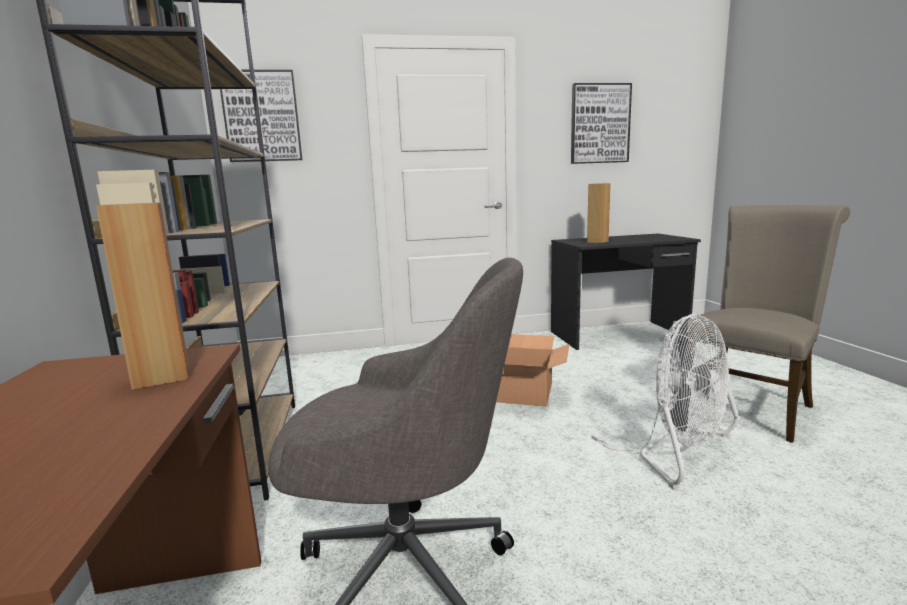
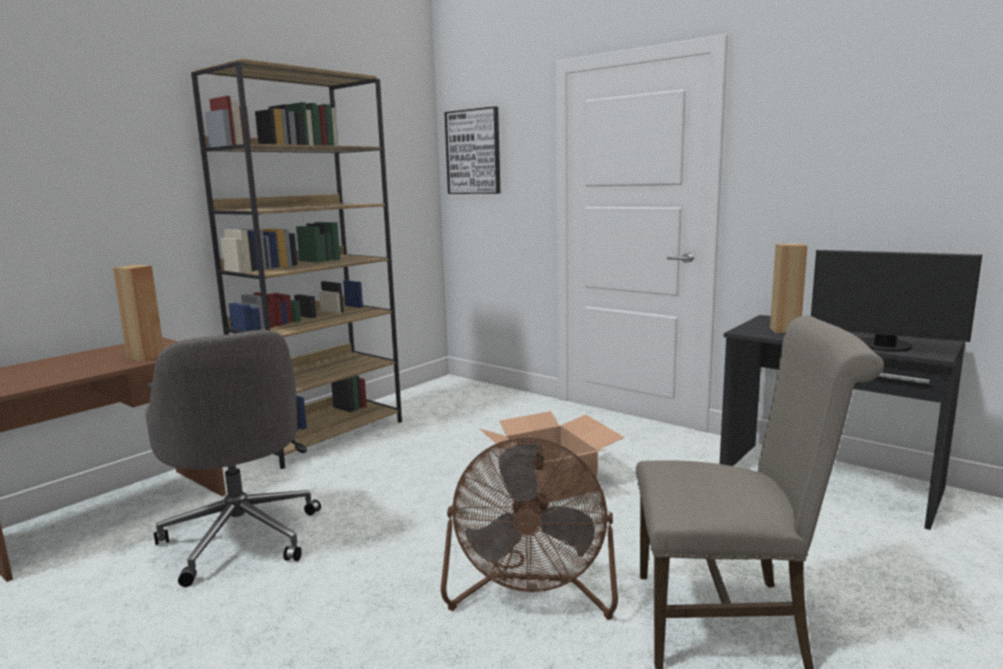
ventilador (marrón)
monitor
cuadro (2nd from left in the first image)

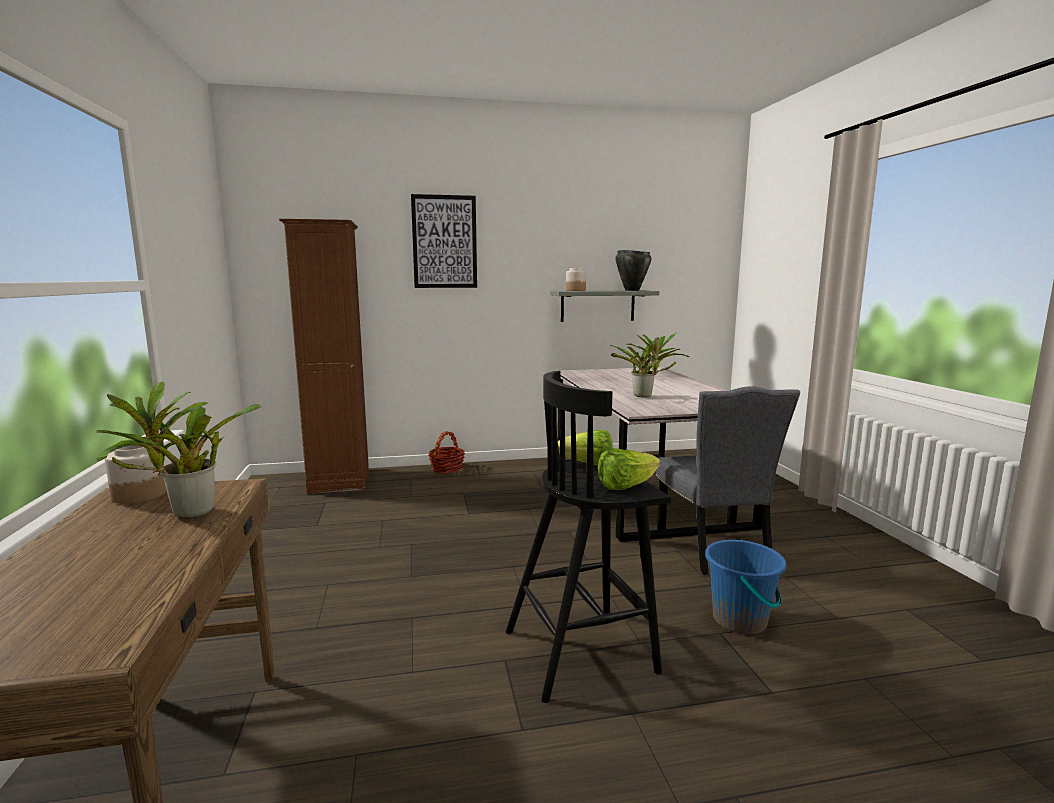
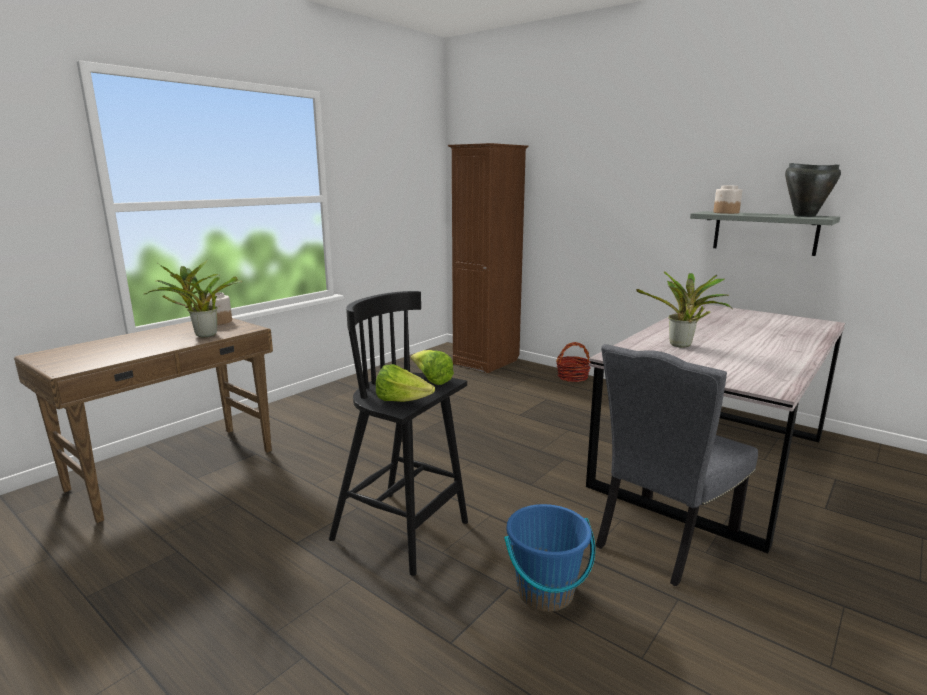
cuadro

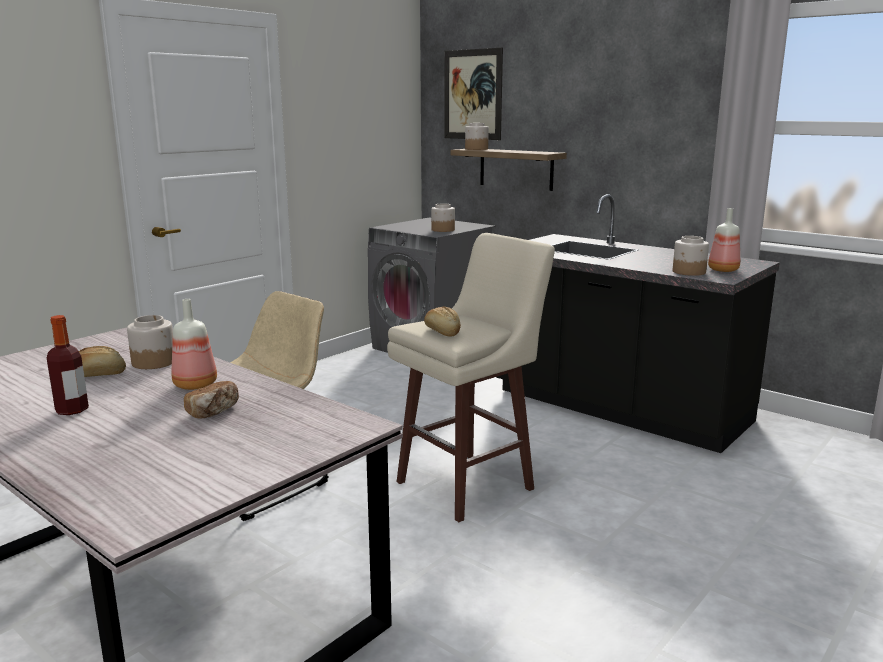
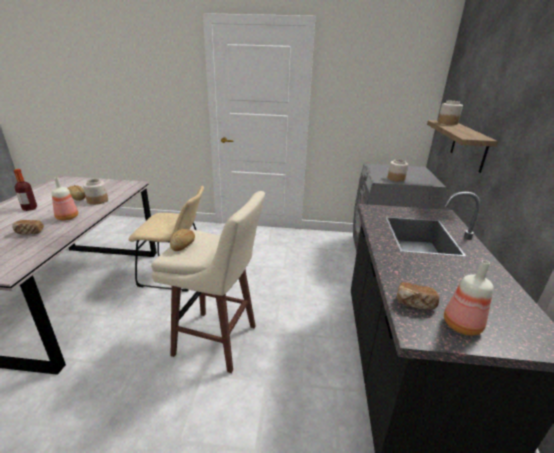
pan (4th from left)
cuadro

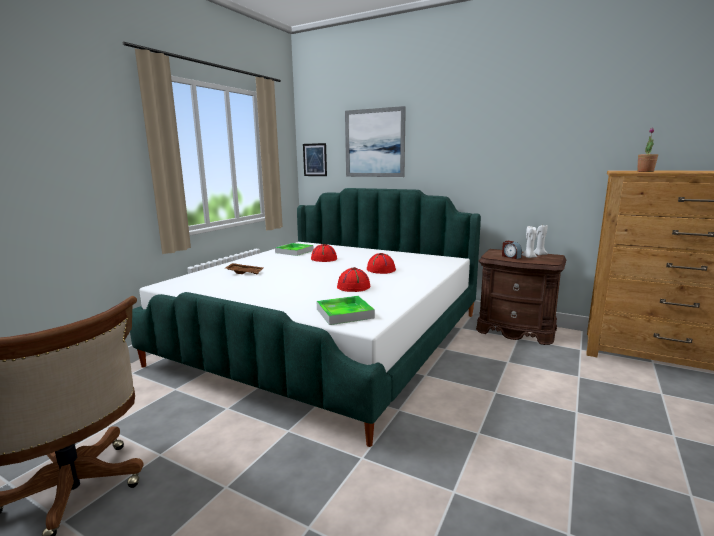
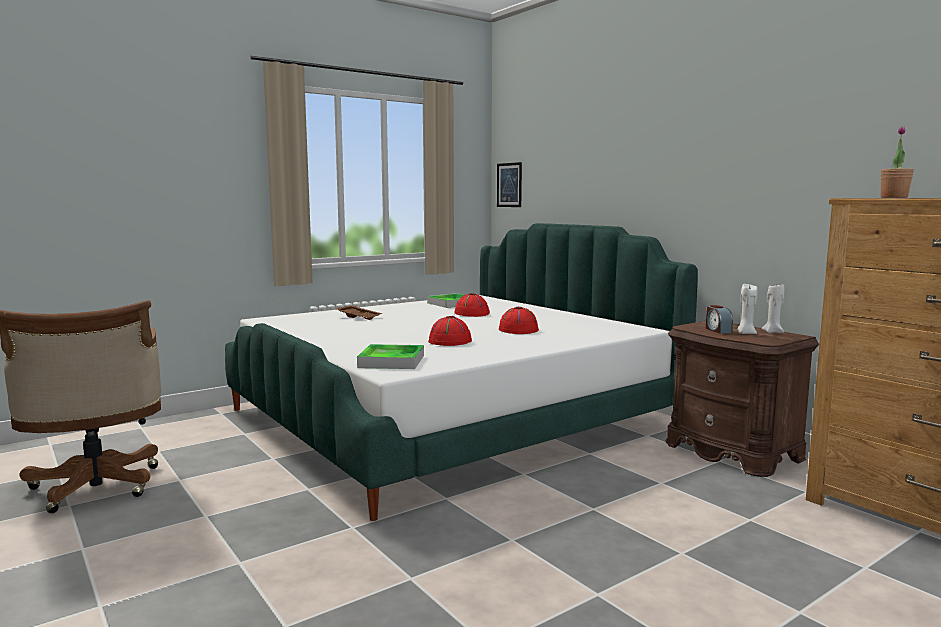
cuadro (2nd from left in the first image)

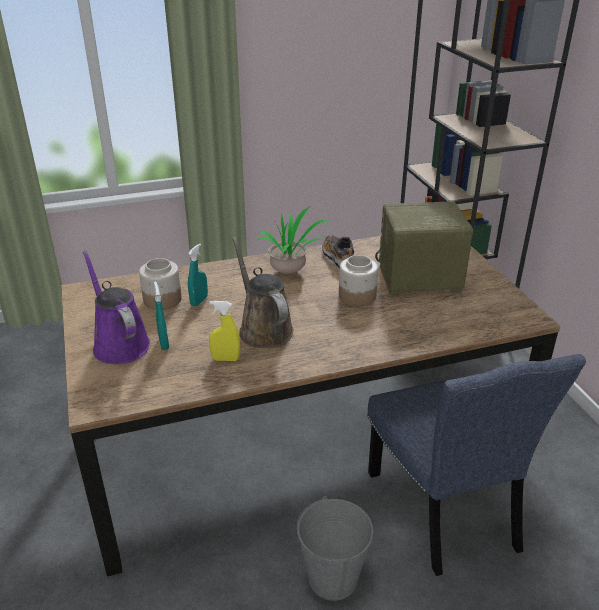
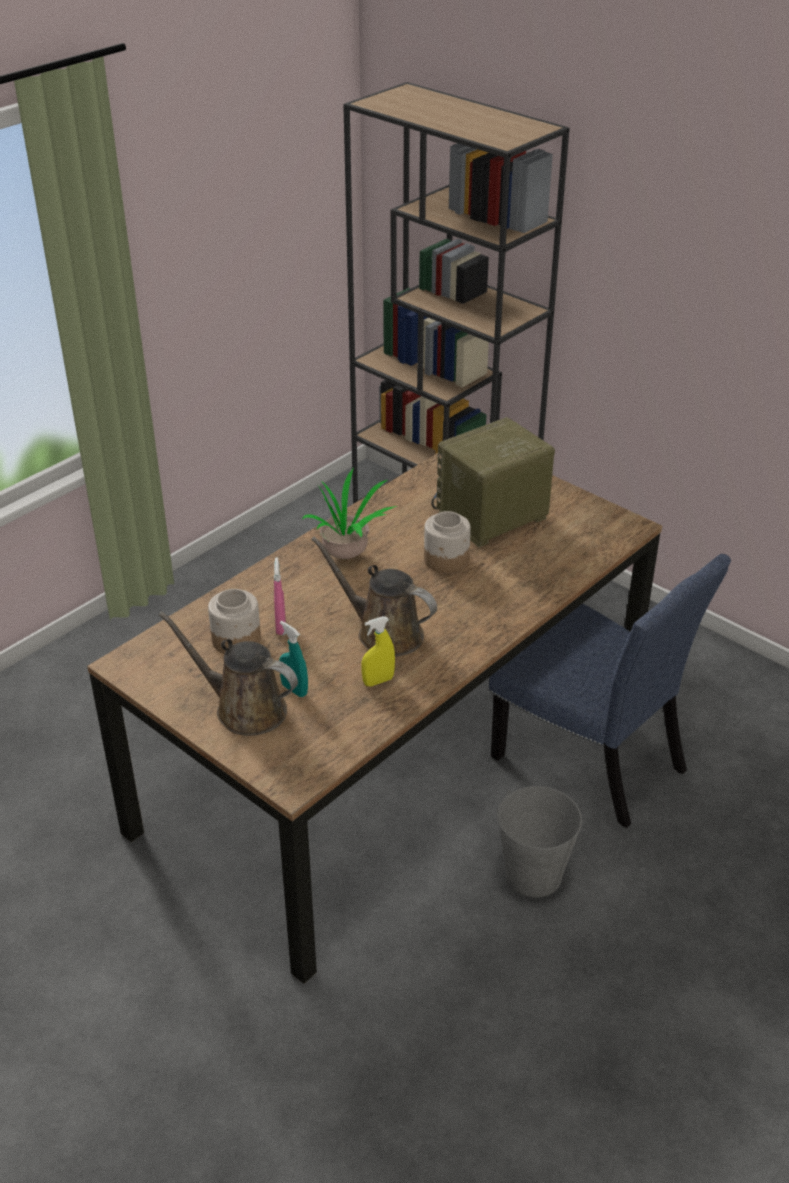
regadera (marrón) (1st from left)
pulverizador (rosa)
zapato

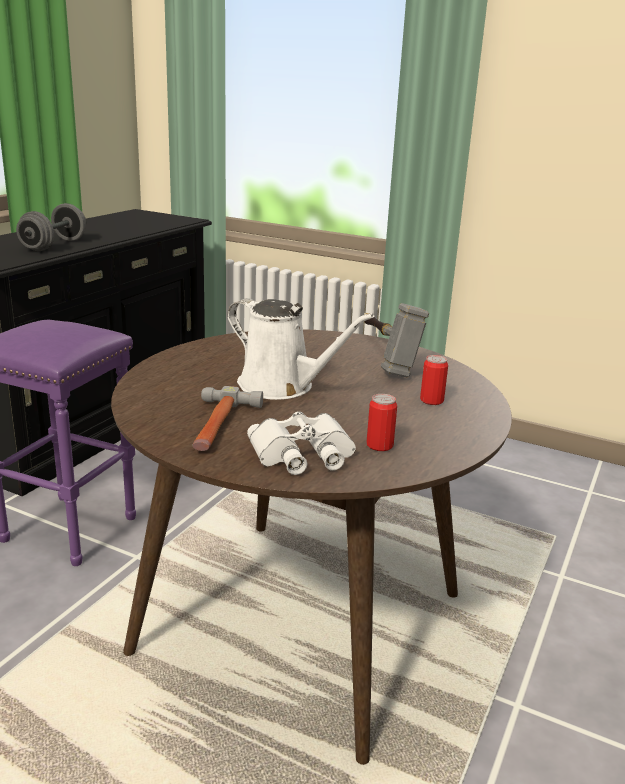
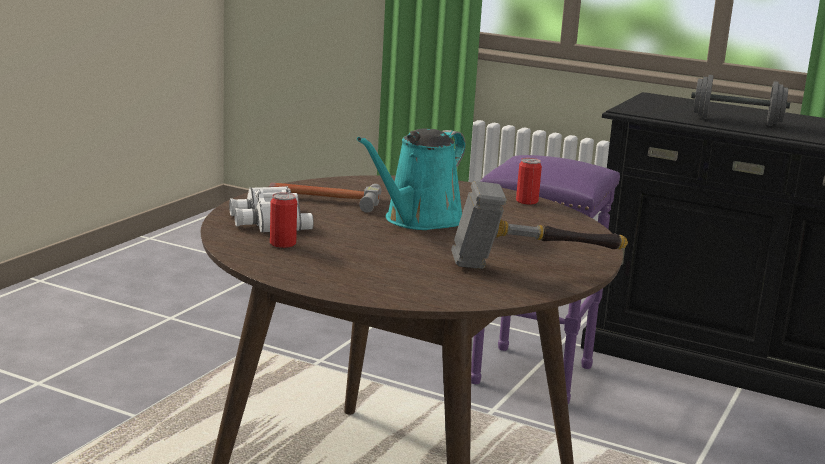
regadera (turquesa)
lata (2nd from left)

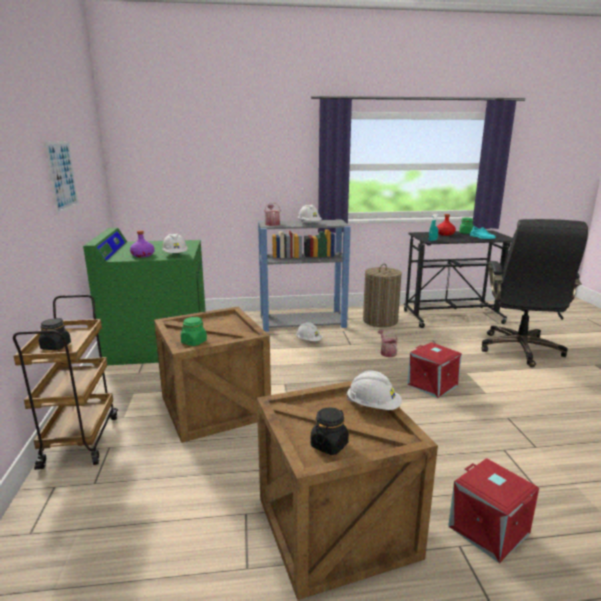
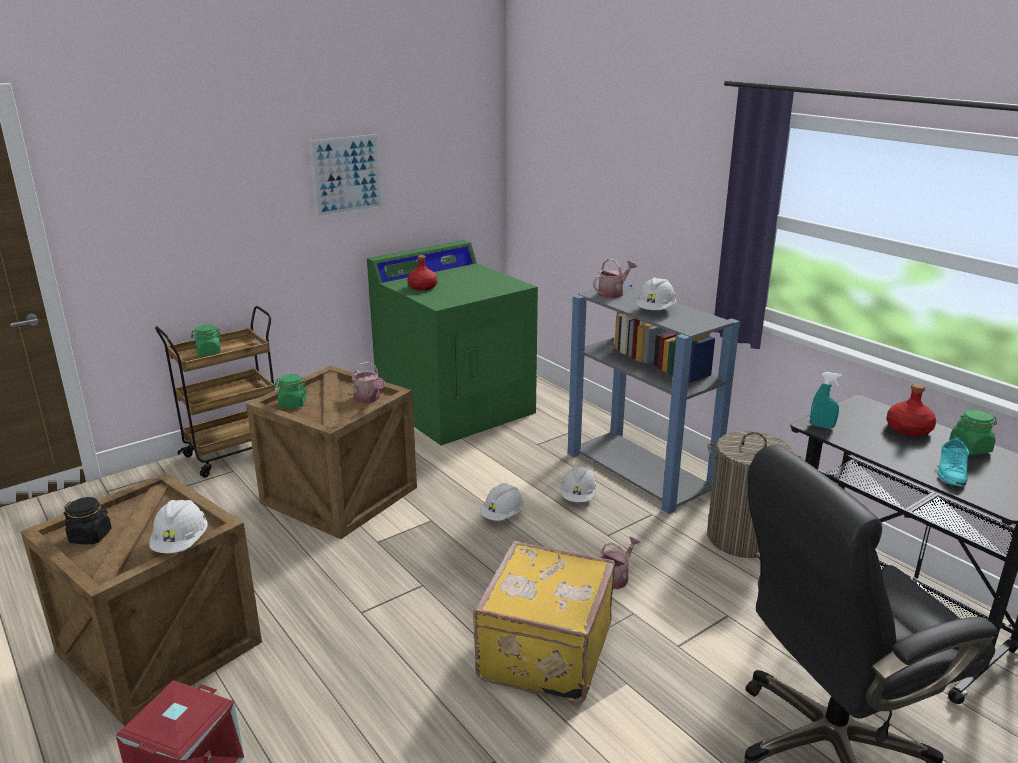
tarro (verde) (1st from left)
regadera (1st from left)
botella (rojo) (1st from left)
maleta (amarillo)
casco (blanco) (2nd from left)

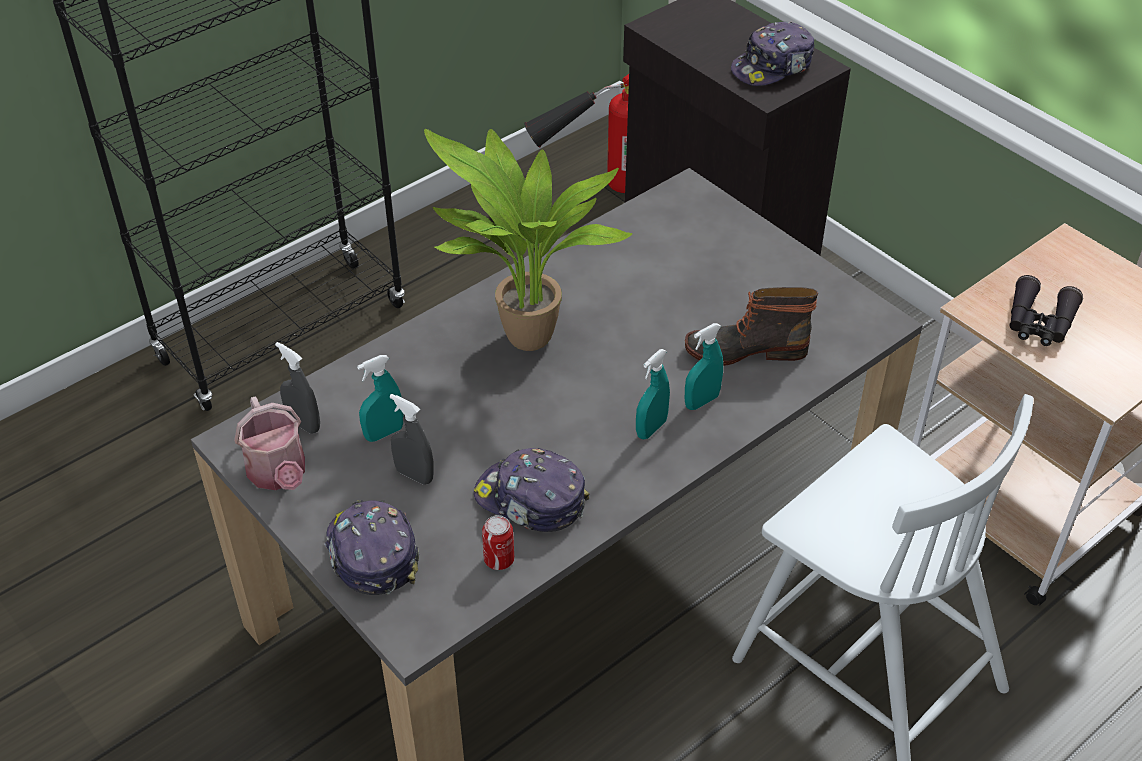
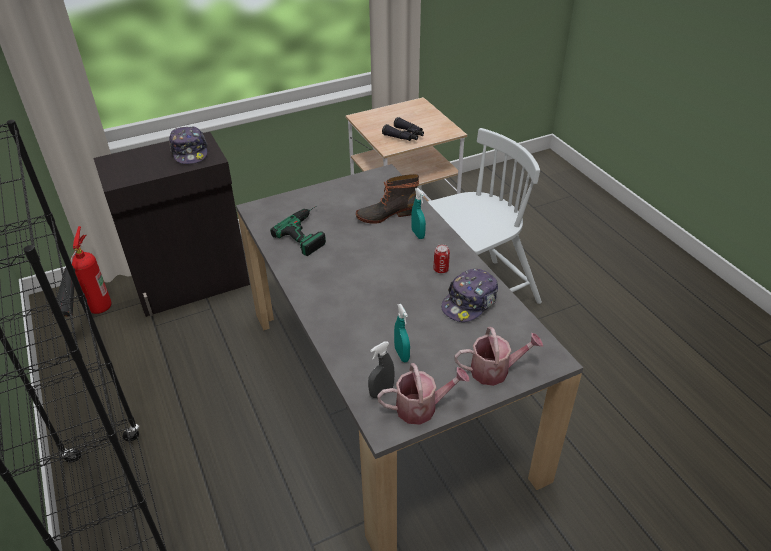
taladro
bota
lata
regadera (2nd from left)
pulverizador (gris) (2nd from left in the first image)
planta en maceta
pulverizador (turquesa) (2nd from left in the first image)

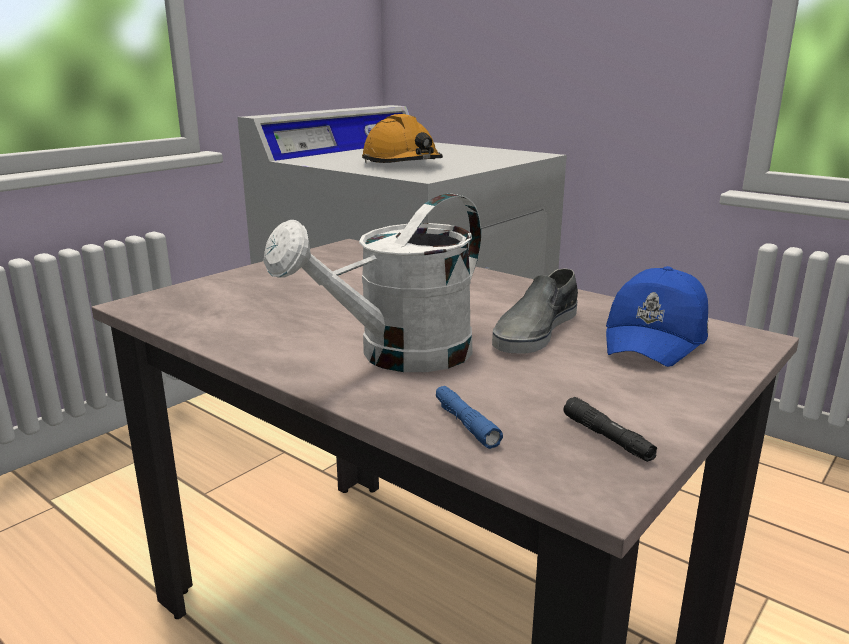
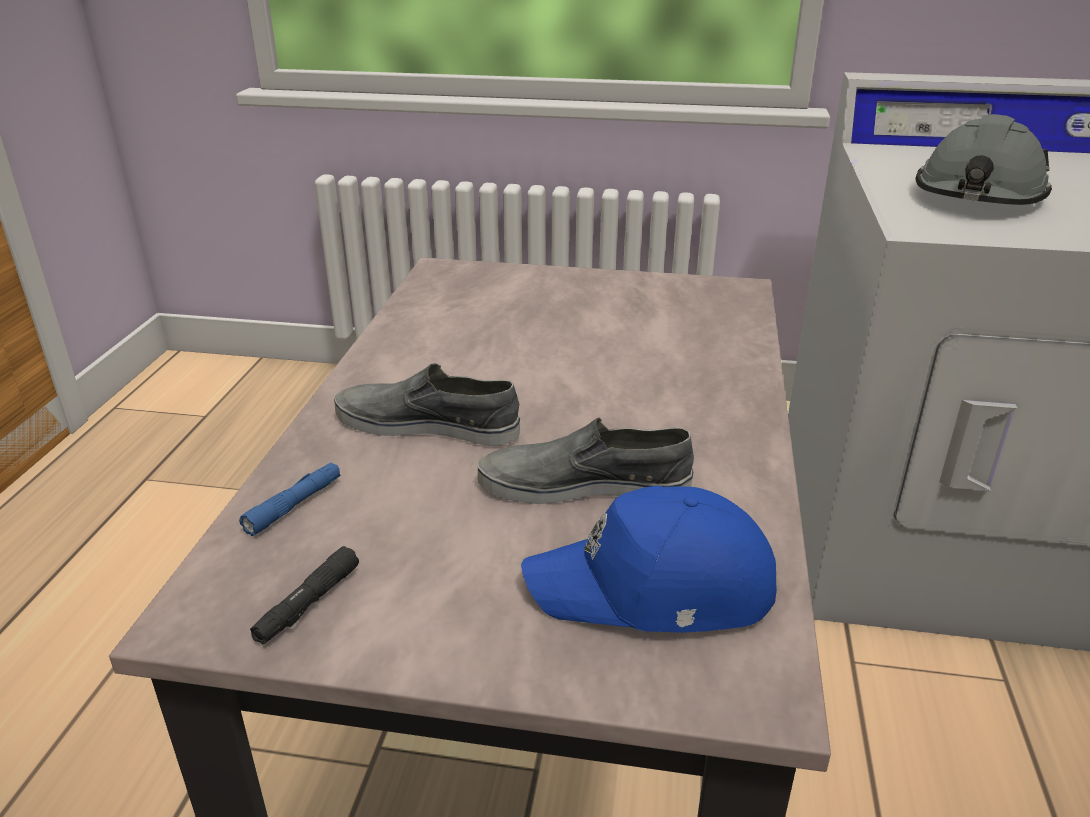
zapato (gris) (1st from left)
casco (gris)

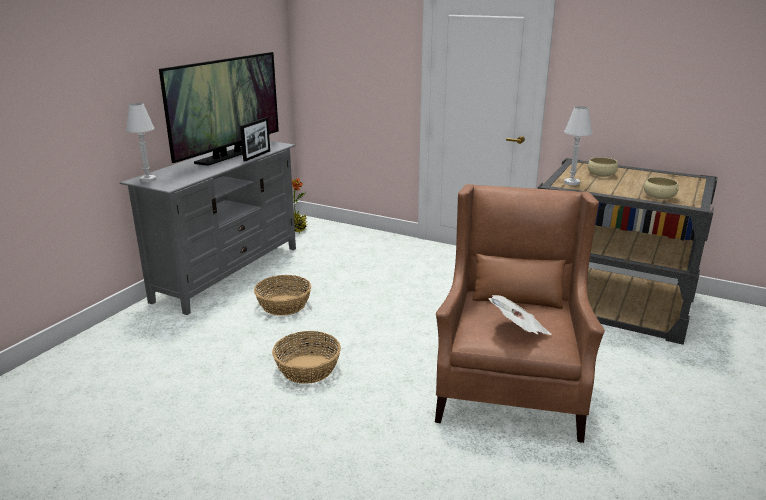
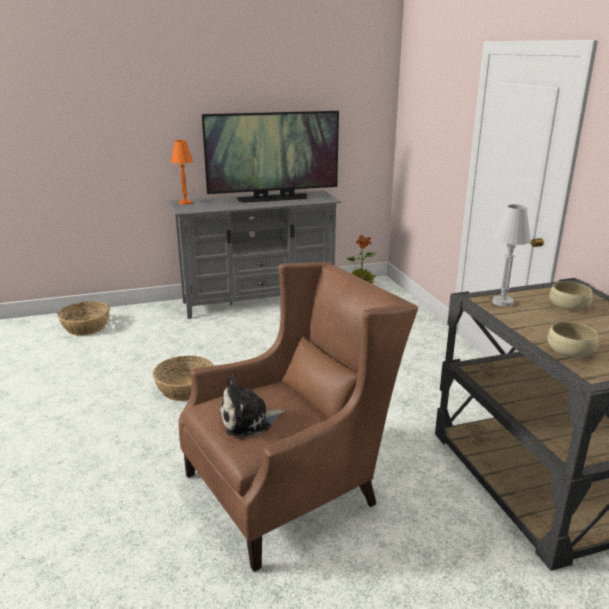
cesta (1st from left)
lámpara de mesa (naranja)
peluche
portarretratos

